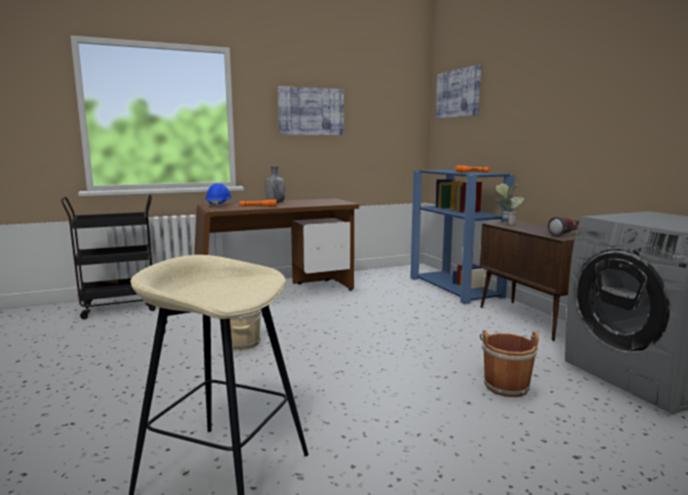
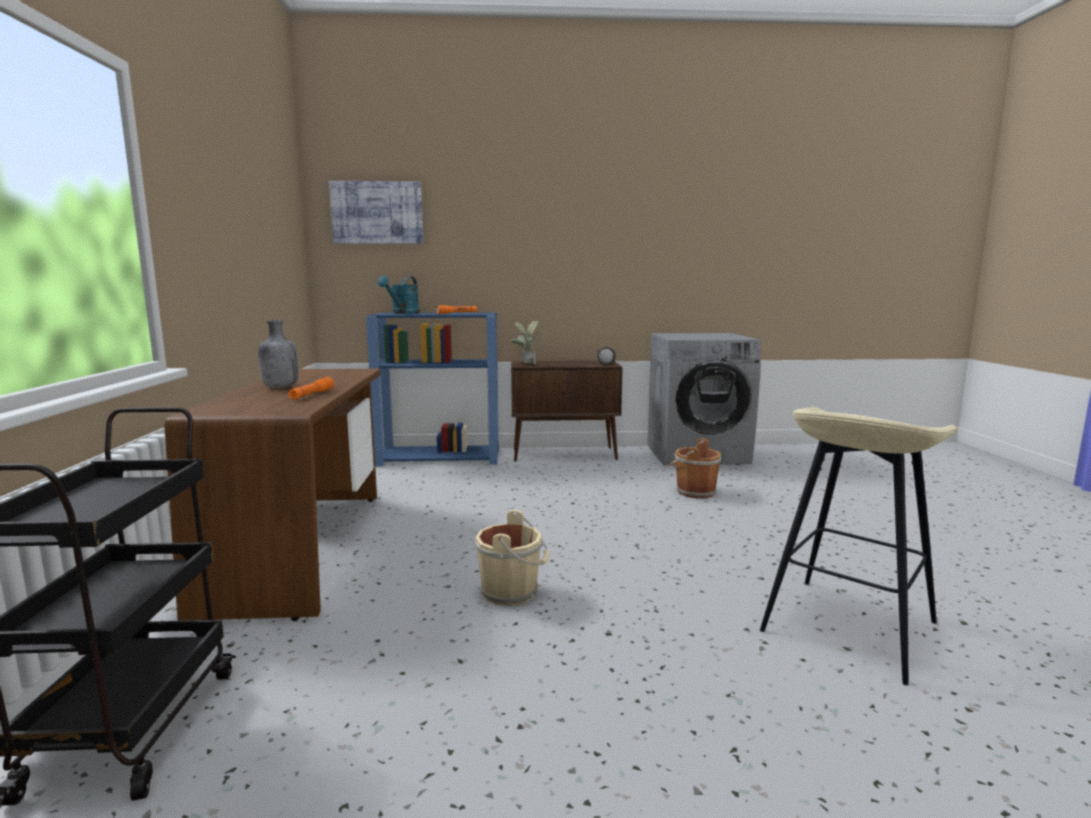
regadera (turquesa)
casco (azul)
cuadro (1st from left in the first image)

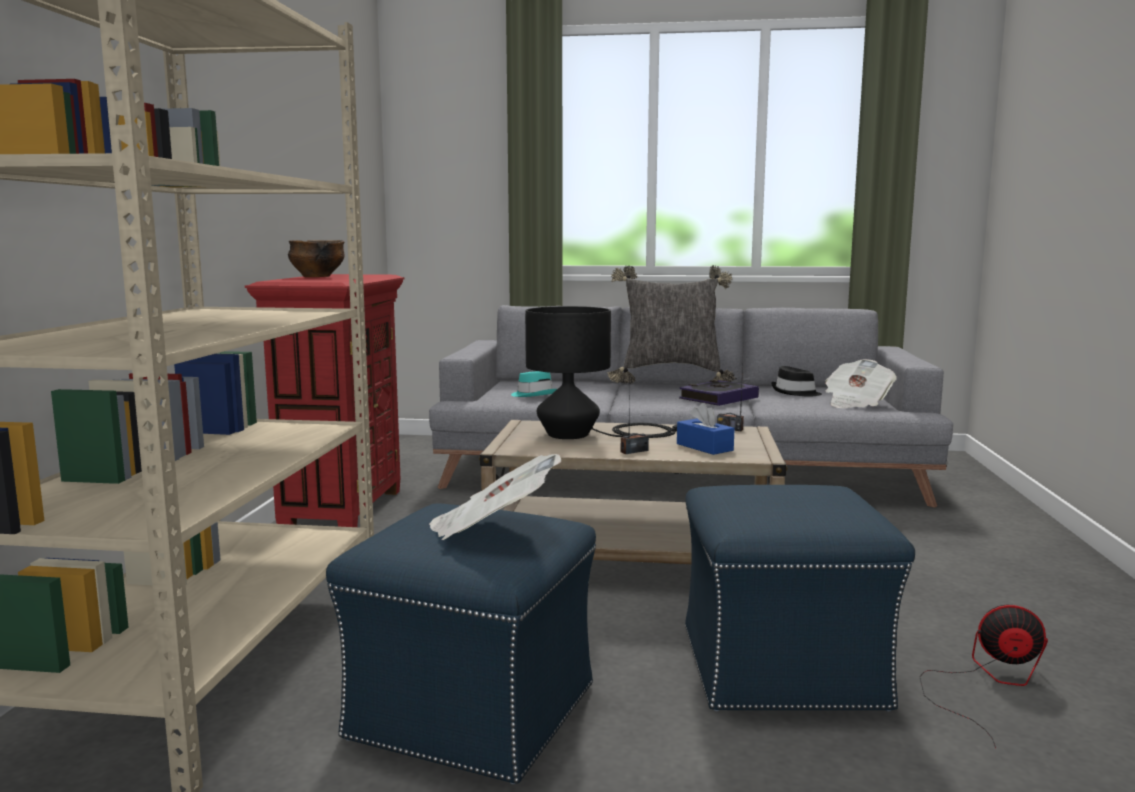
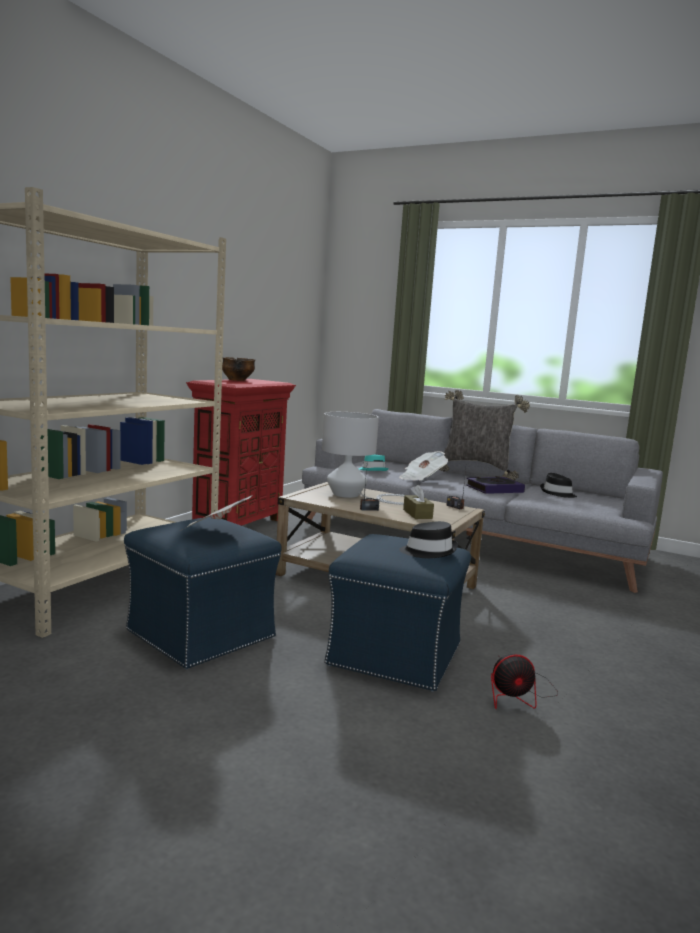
lámpara de mesa (blanco)
periódico (2nd from left)
sombrero (negro) (1st from left)
caja de pañuelos (marrón)
ventilador

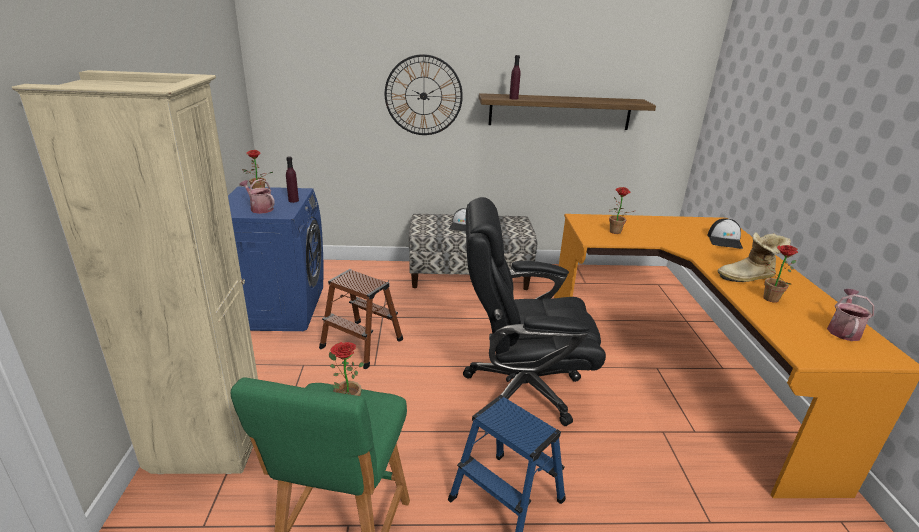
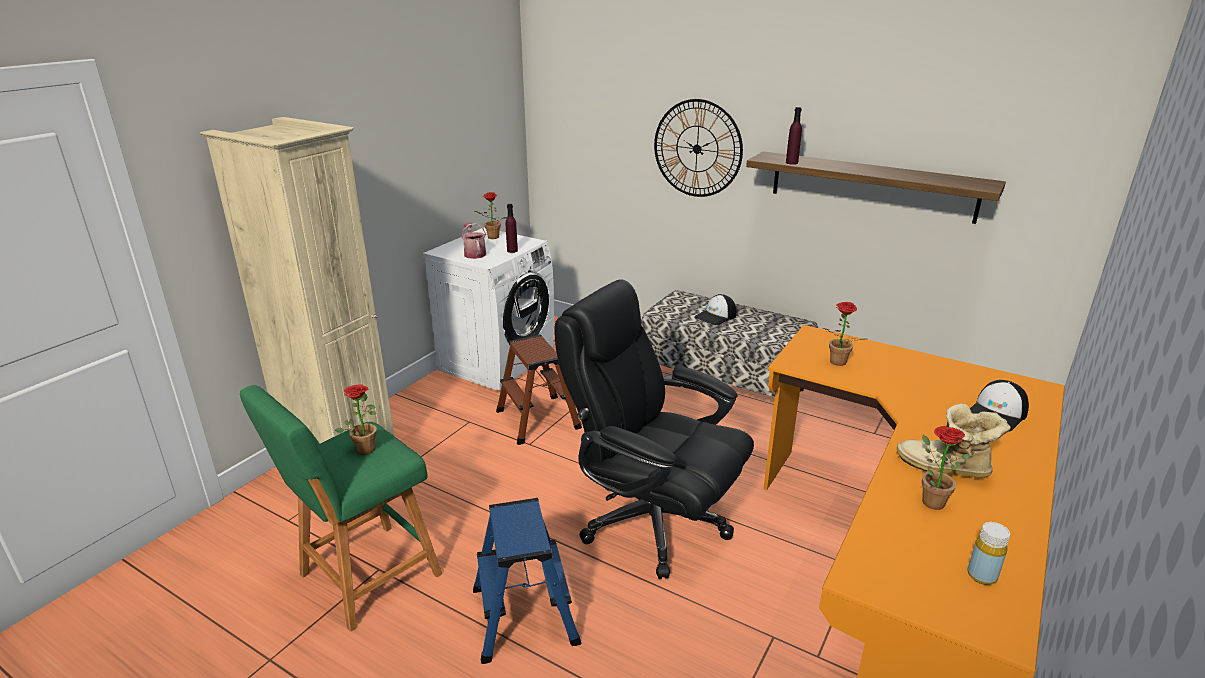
lavadora (blanco)
botella (amarillo)

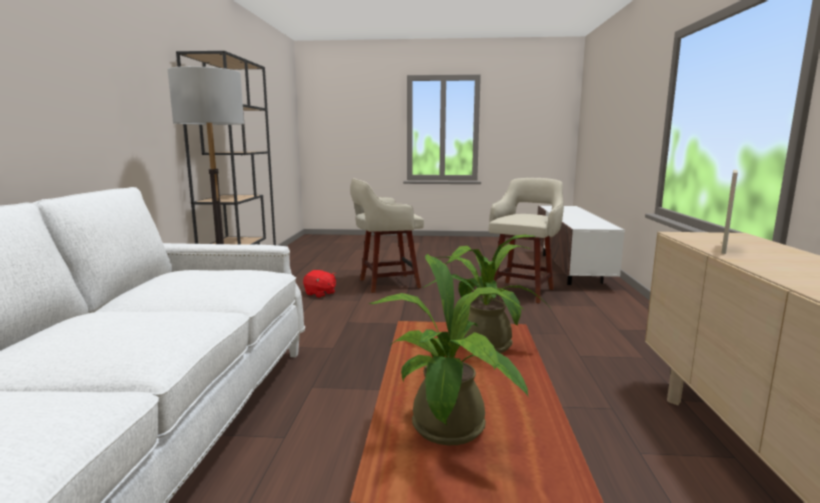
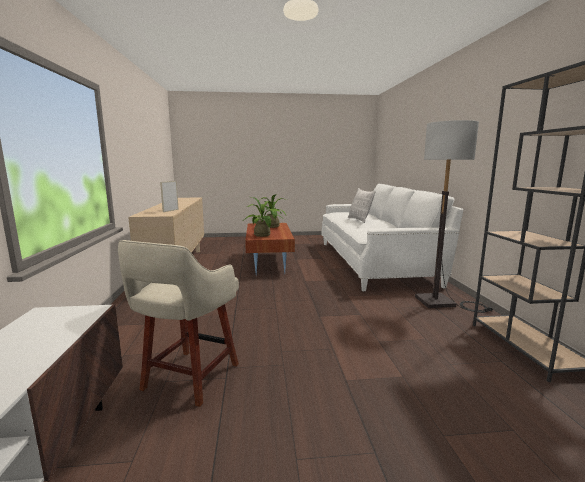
cojín
peluche (rojo)
taburete (beis) (1st from left in the first image)

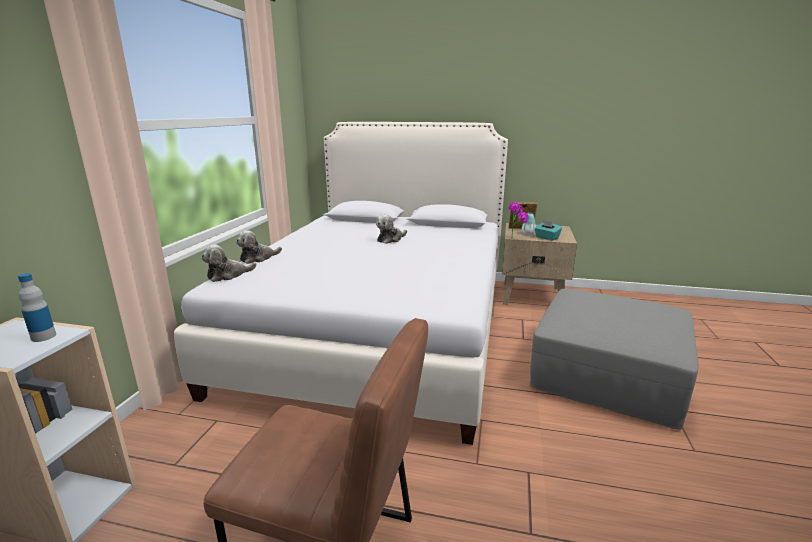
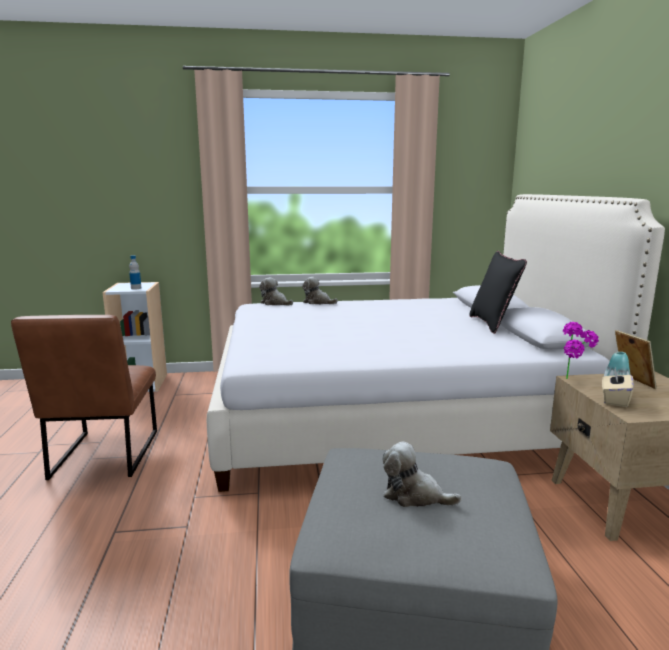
peluche (3rd from left)
cojín (negro)
caja de pañuelos (beis)

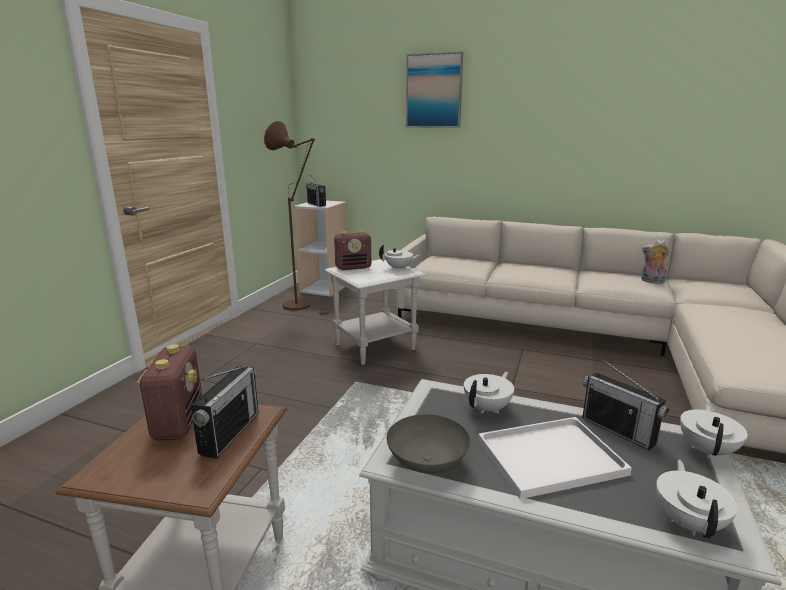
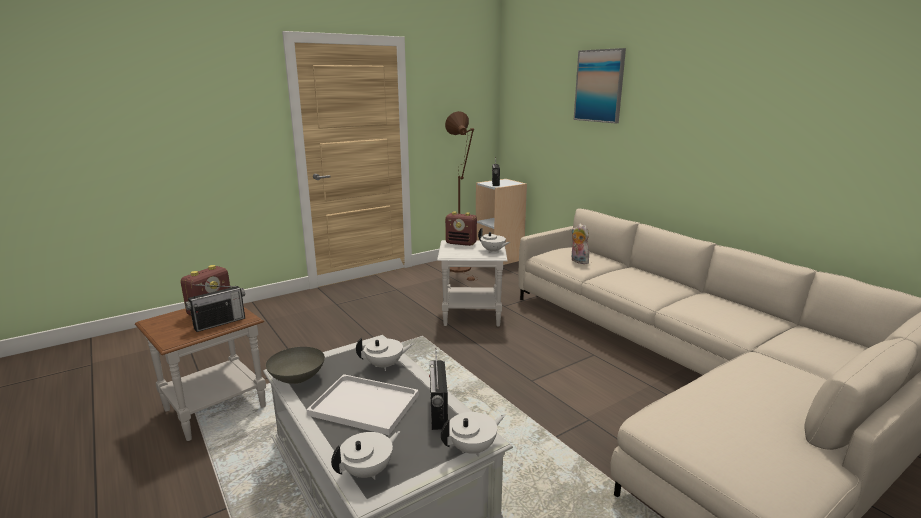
peluche

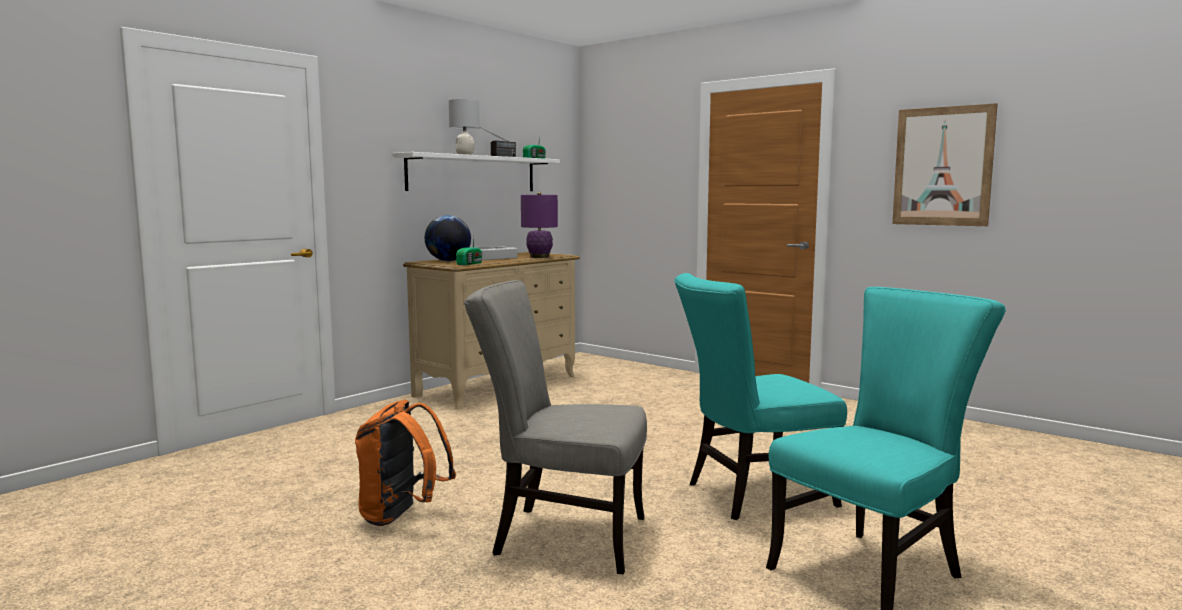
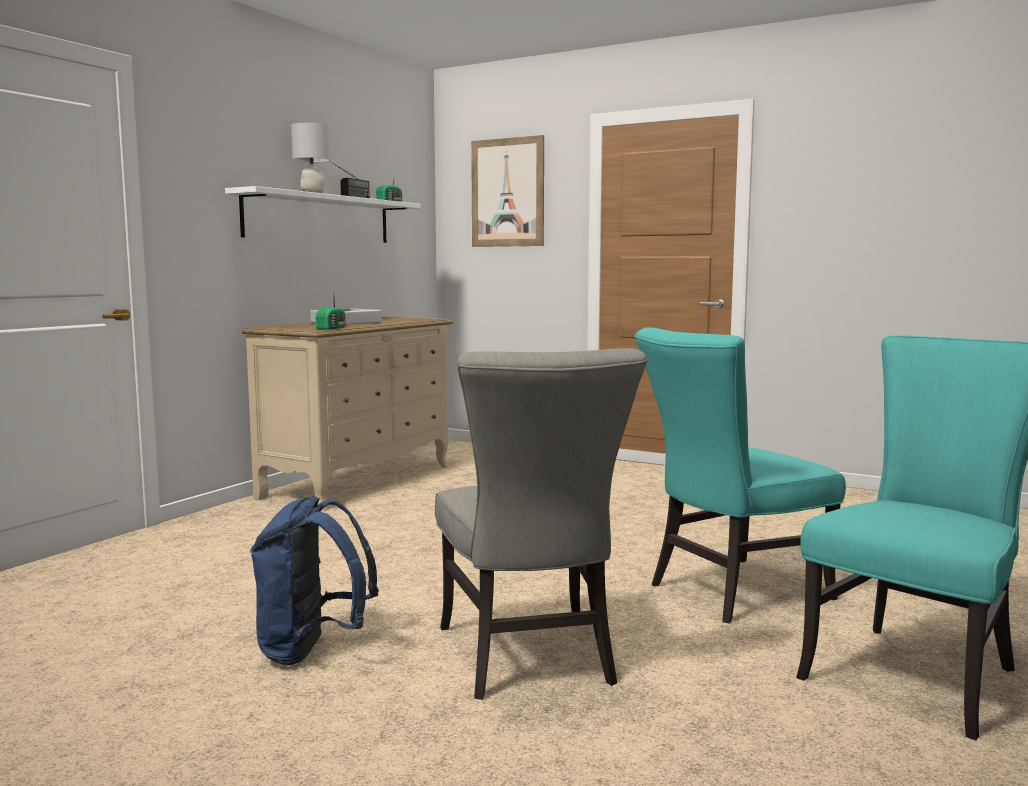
mochila (azul)
silla (gris)
cuadro
globo terráqueo
lámpara de mesa (morado)

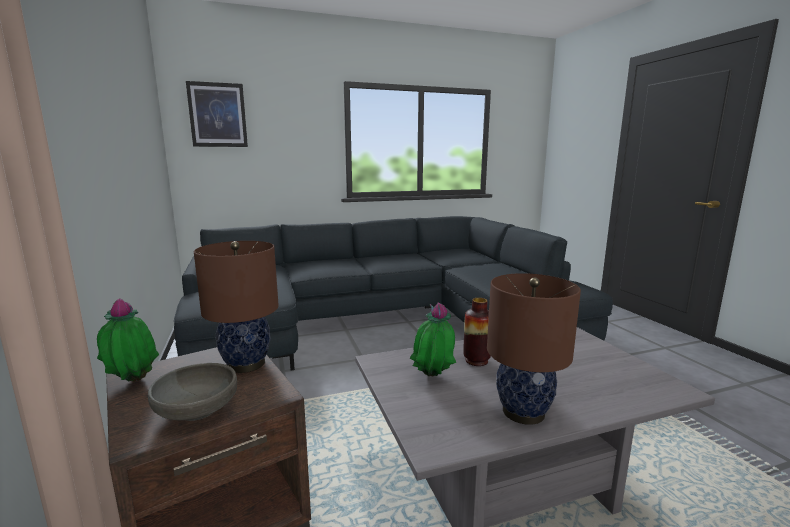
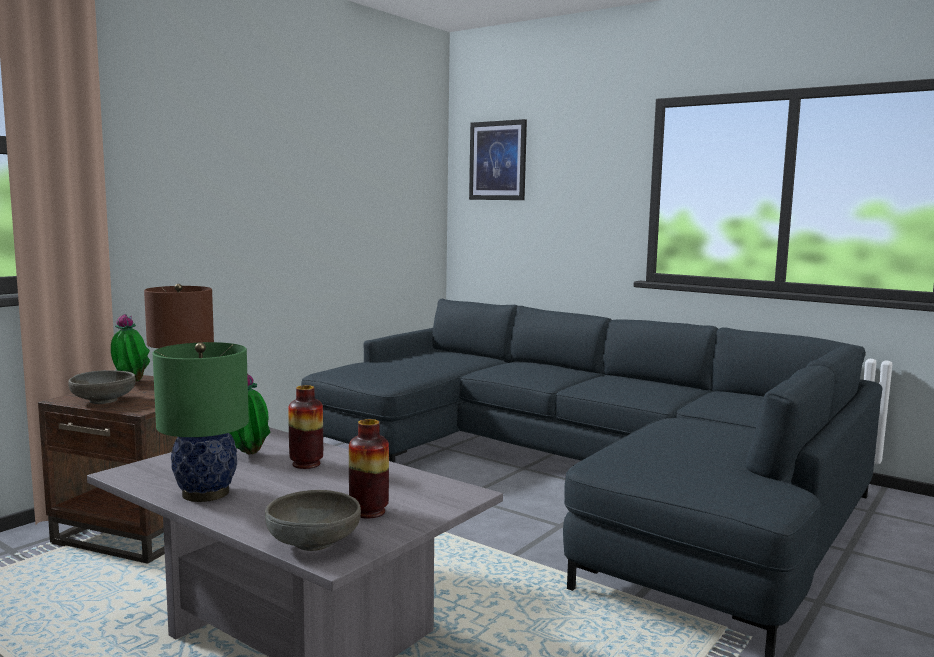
lámpara de mesa (verde)
cuenco (gris) (2nd from left)
florero (2nd from left)

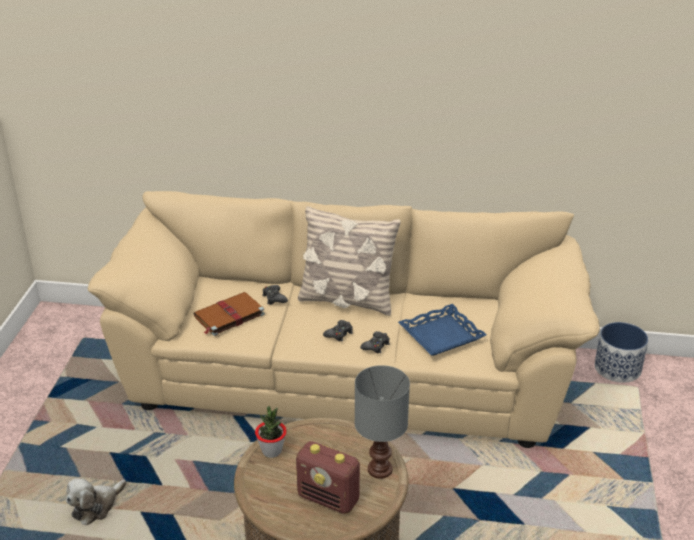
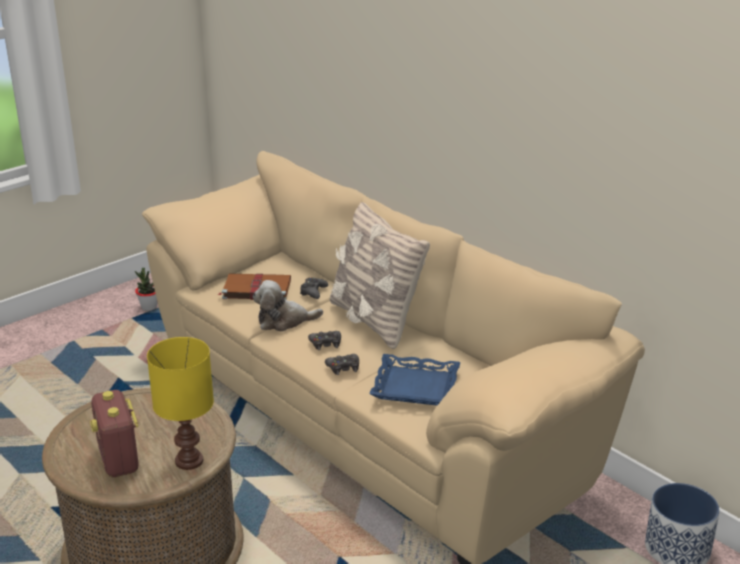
planta en maceta
lámpara de mesa (amarillo)
peluche

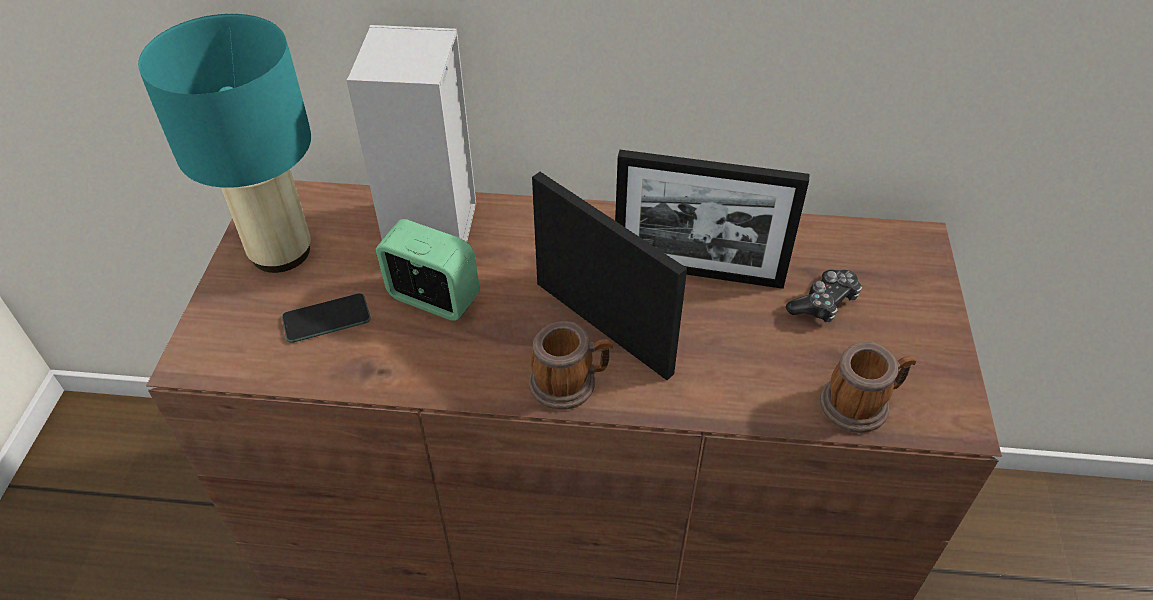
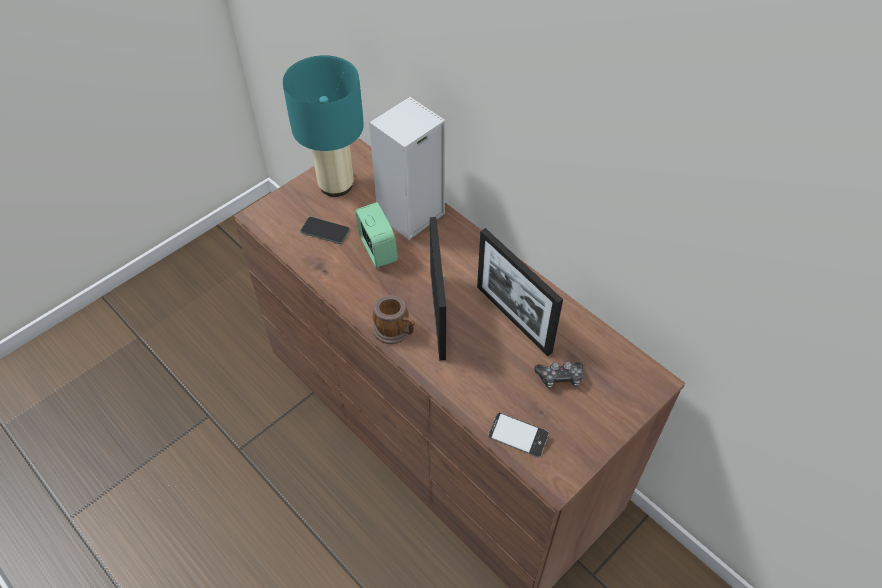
móvil (2nd from left)

